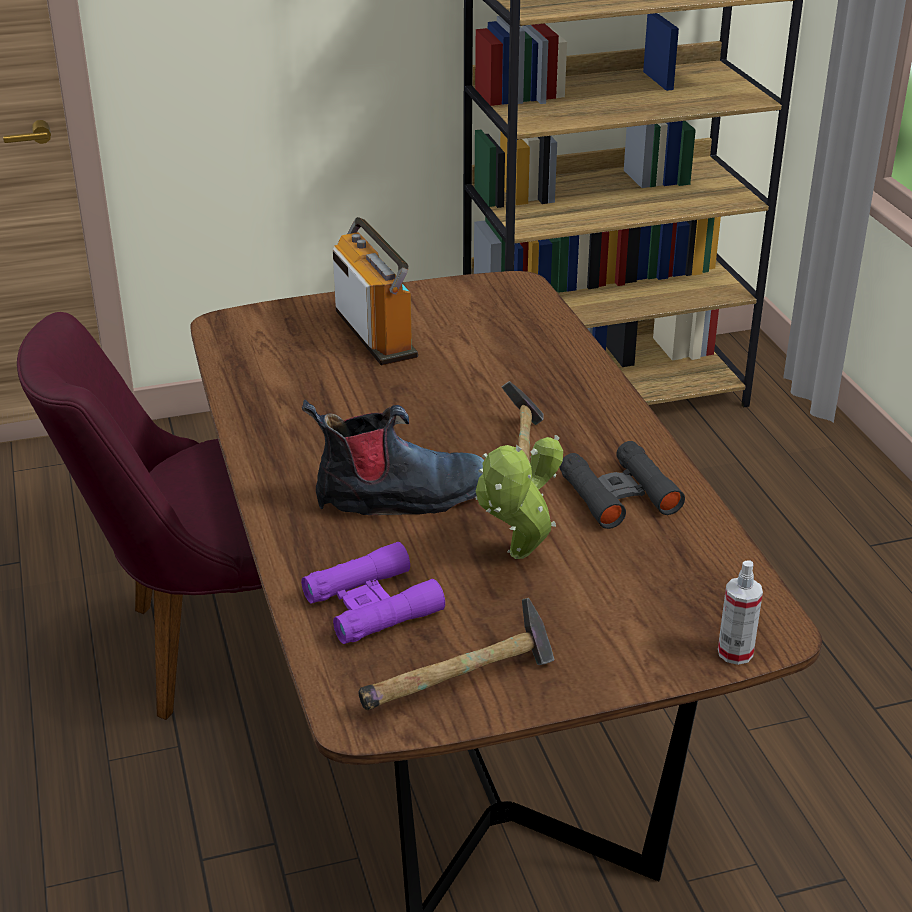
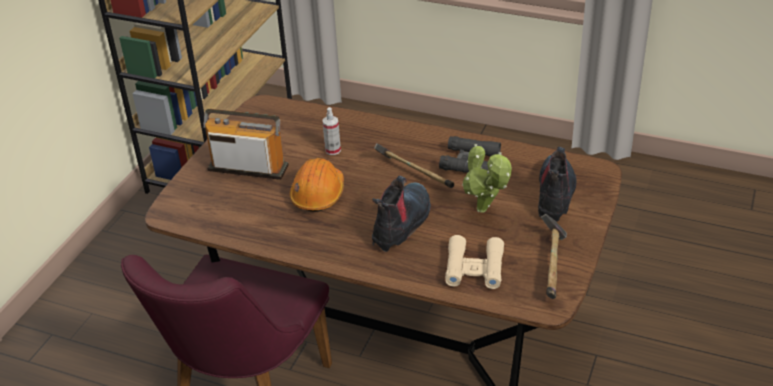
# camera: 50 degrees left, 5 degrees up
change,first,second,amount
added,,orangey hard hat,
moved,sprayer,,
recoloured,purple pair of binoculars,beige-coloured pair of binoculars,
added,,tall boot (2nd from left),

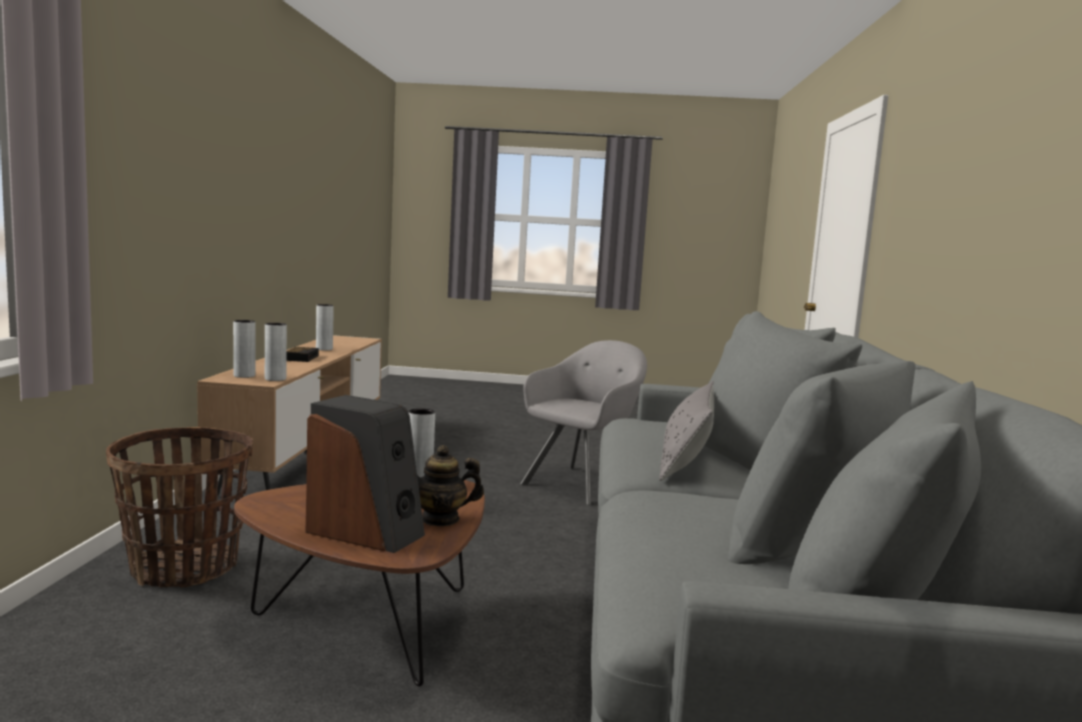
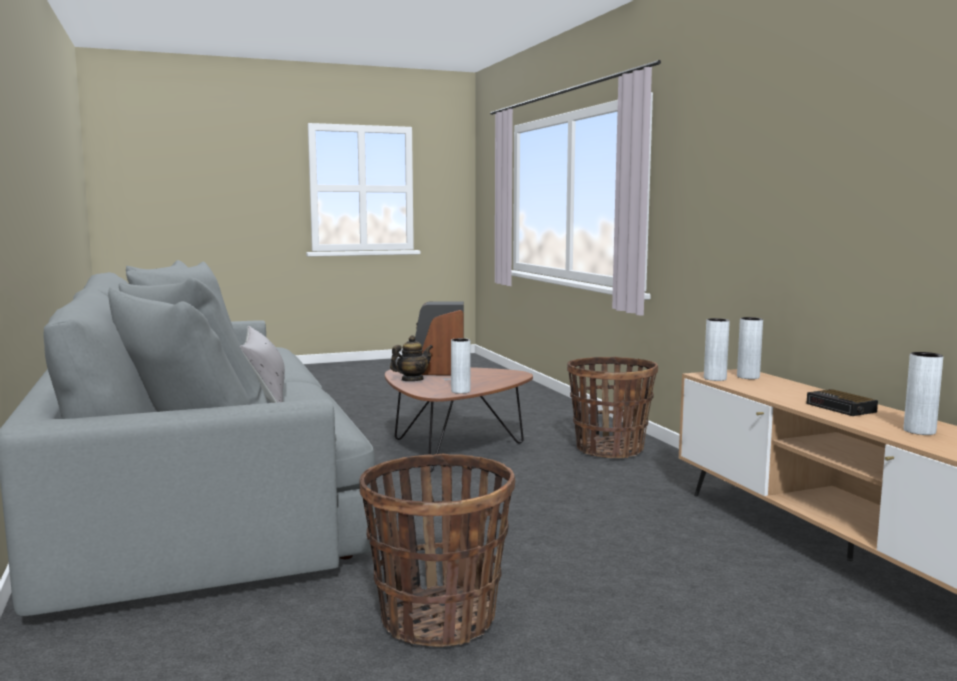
# camera: 155 degrees right, 0 degrees up
change,first,second,amount
replaced,grey lounge chair,storage basket (1st from left),

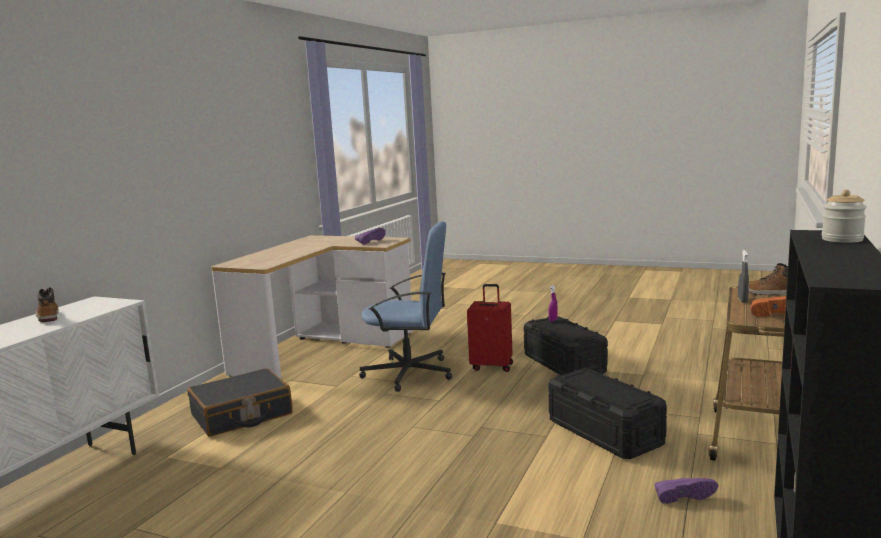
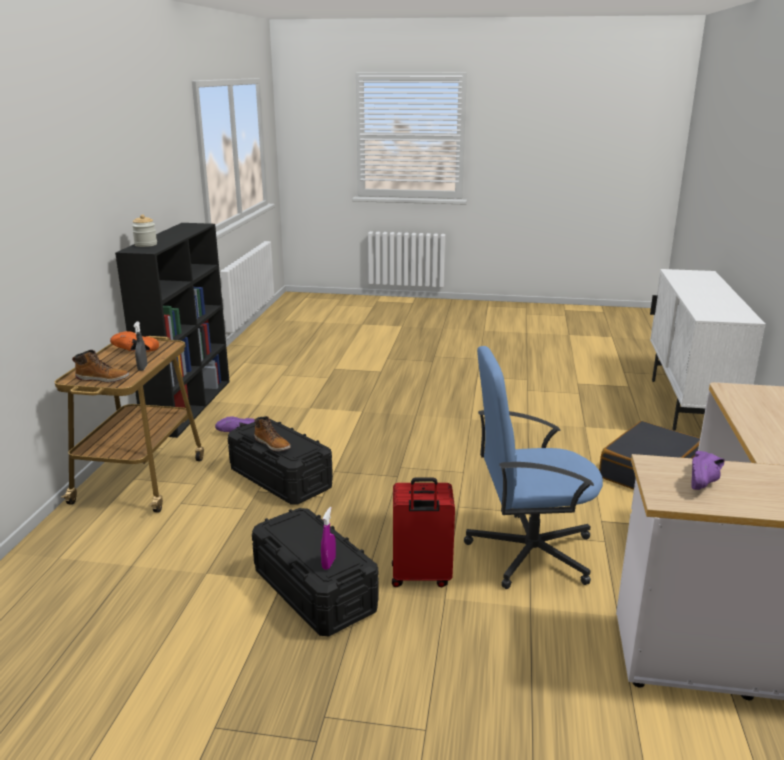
# camera: 165 degrees right, 10 degrees up
change,first,second,amount
moved,tall boot (1st from left in the first image),tall boot (2nd from left),

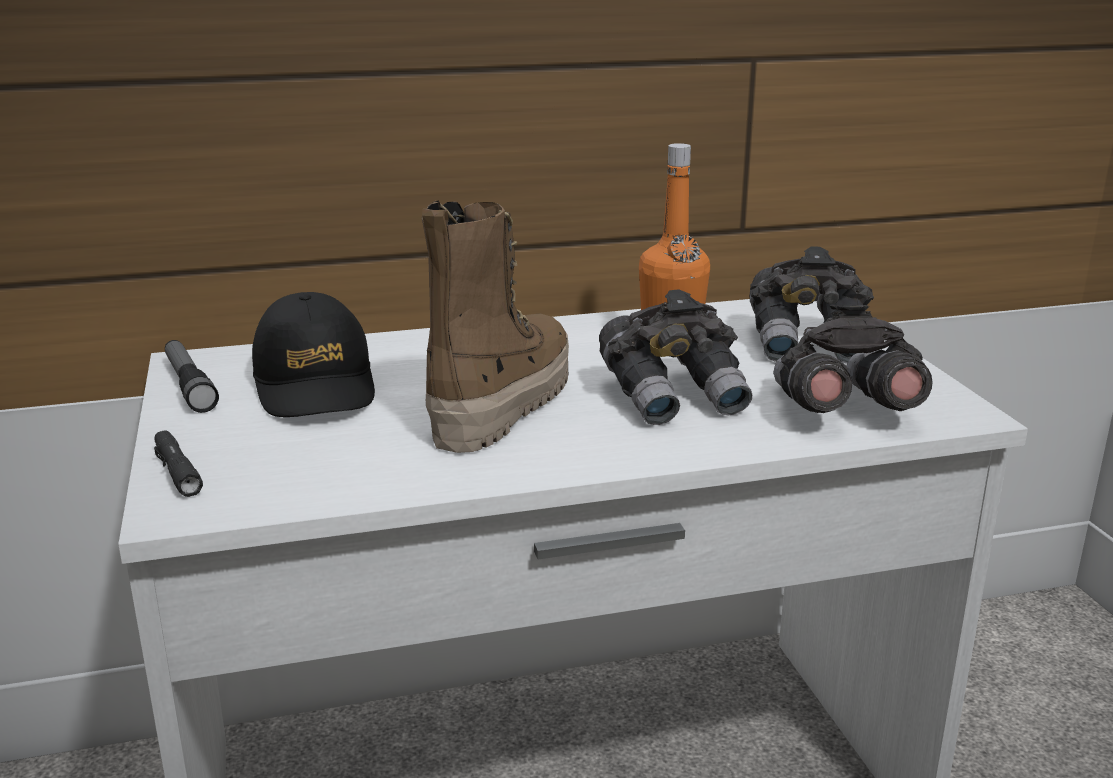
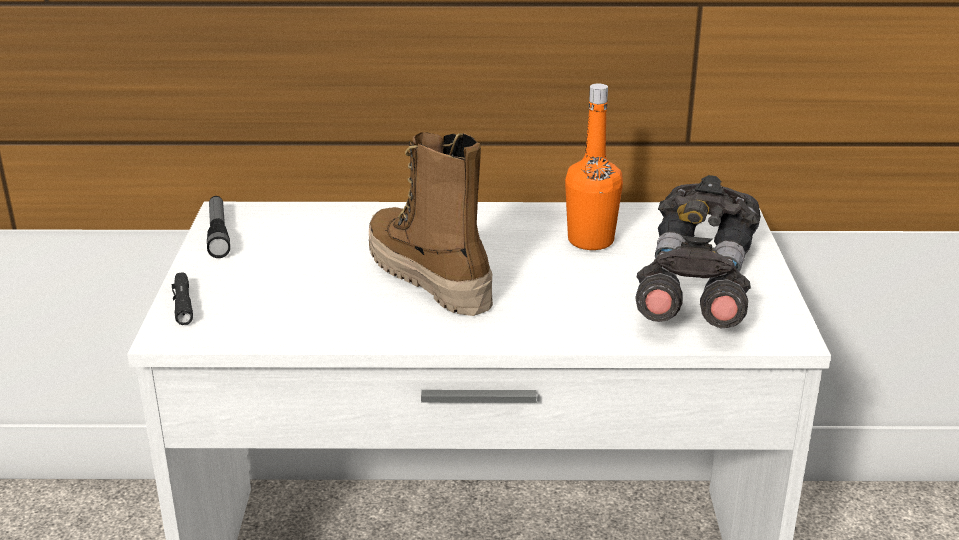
# camera: 15 degrees right, 5 degrees up
change,first,second,amount
turned,tall boot,,75 degrees counterclockwise
removed,black-coloured cap,,
removed,grey pair of binoculars (1st from left),,

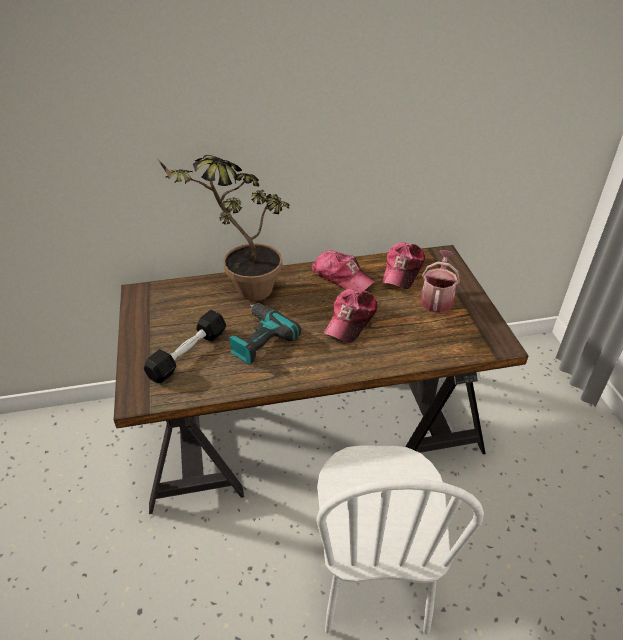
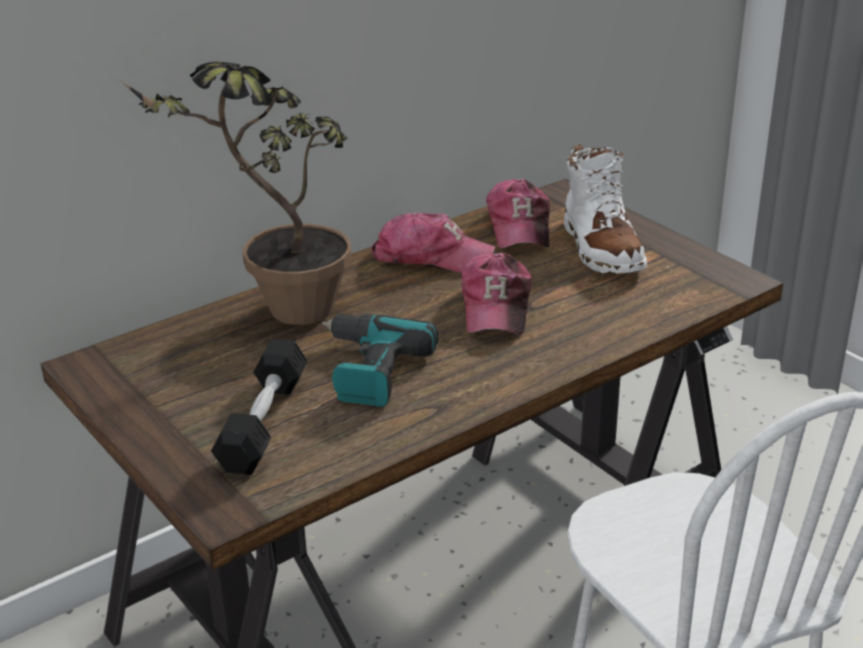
# camera: 25 degrees left, 10 degrees down
change,first,second,amount
replaced,watering can,white-coloured tall boot,

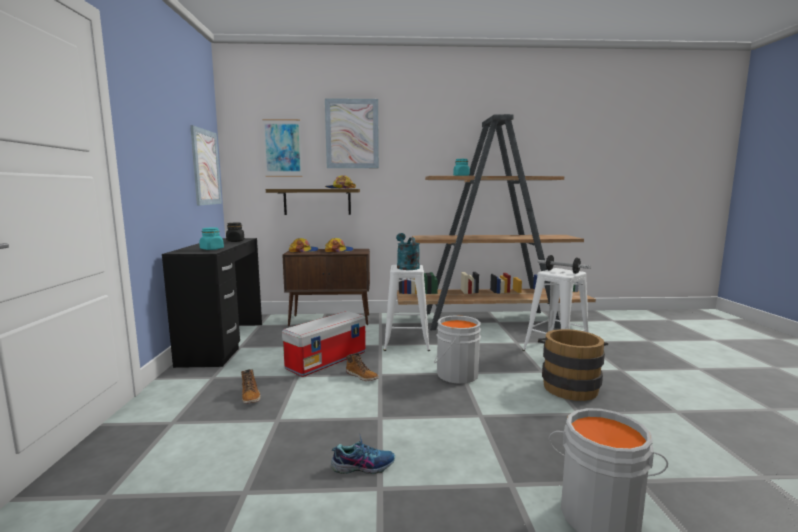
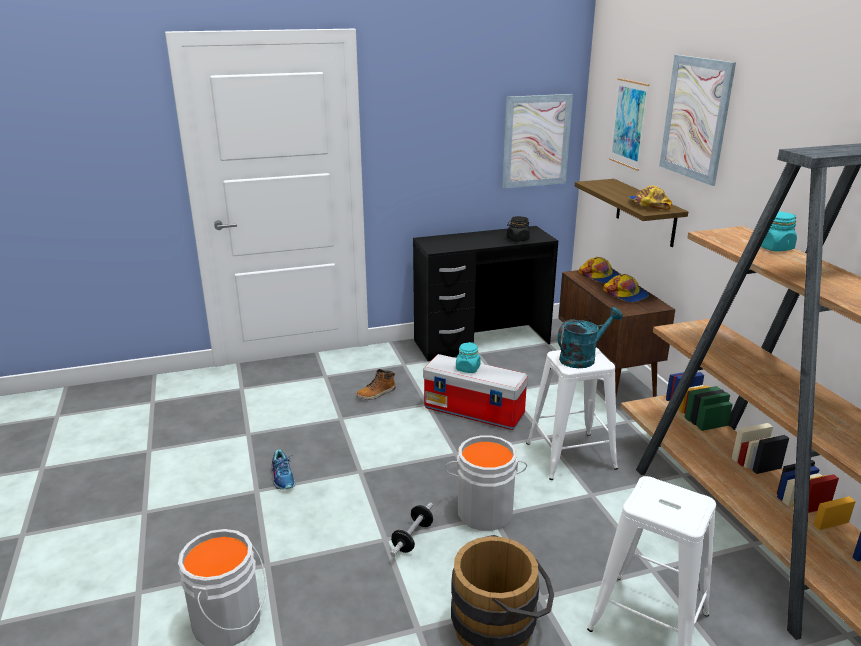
# camera: 75 degrees right, 15 degrees up
change,first,second,amount
moved,dumbbell,,
moved,turquoise-coloured storage jar (1st from left),,
removed,tall boot (2nd from left),,

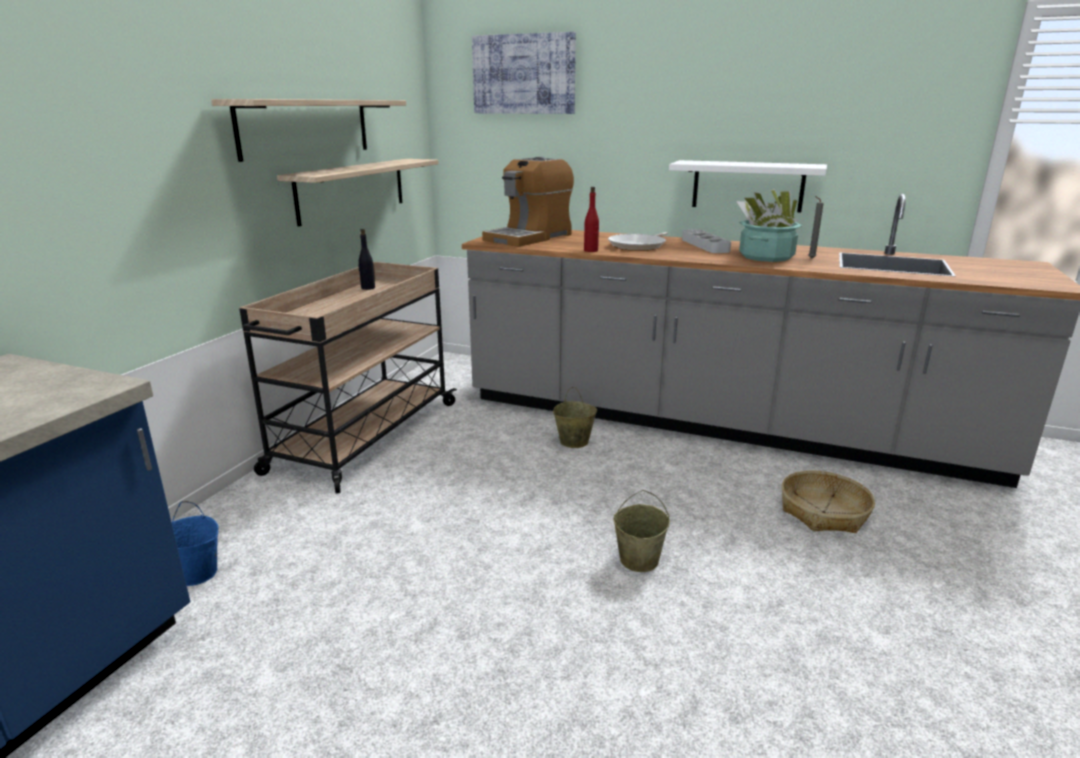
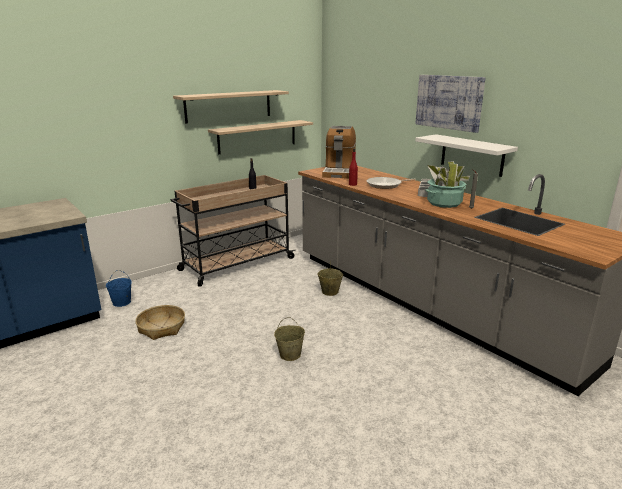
# camera: 30 degrees right, 0 degrees up
change,first,second,amount
moved,storage basket,,
turned,coffee brewer,,60 degrees counterclockwise
moved,picture,,

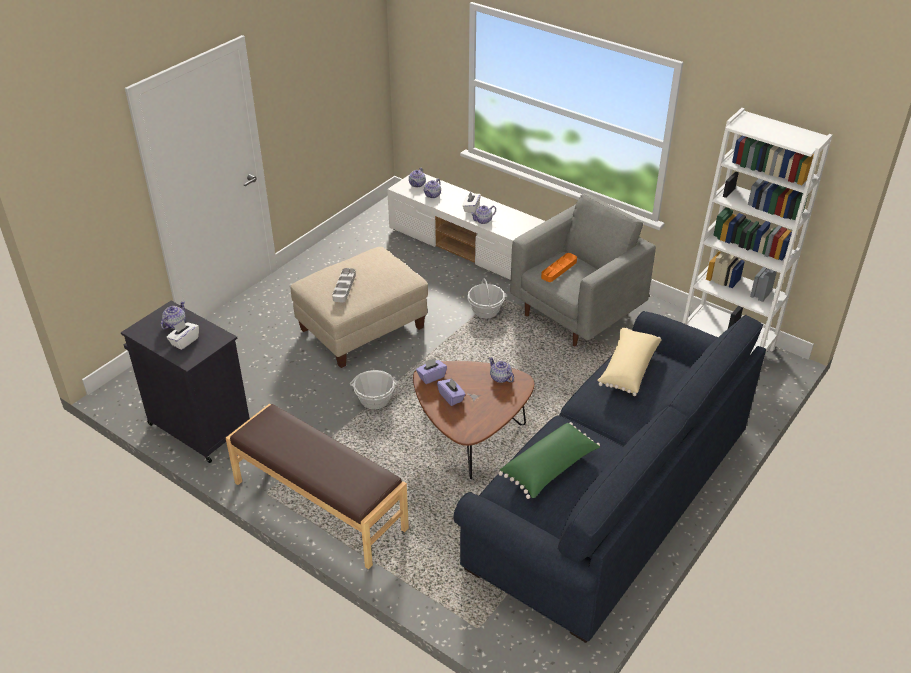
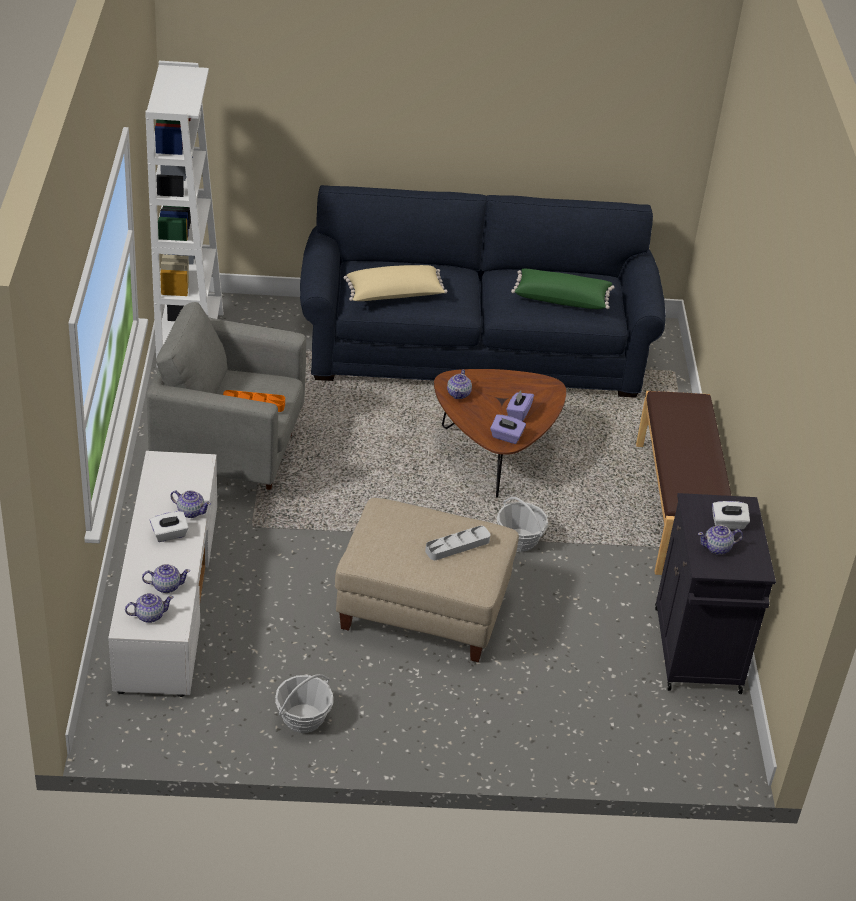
# camera: 130 degrees left, 0 degrees up
change,first,second,amount
moved,storage basket (2nd from left in the first image),storage basket (1st from left),

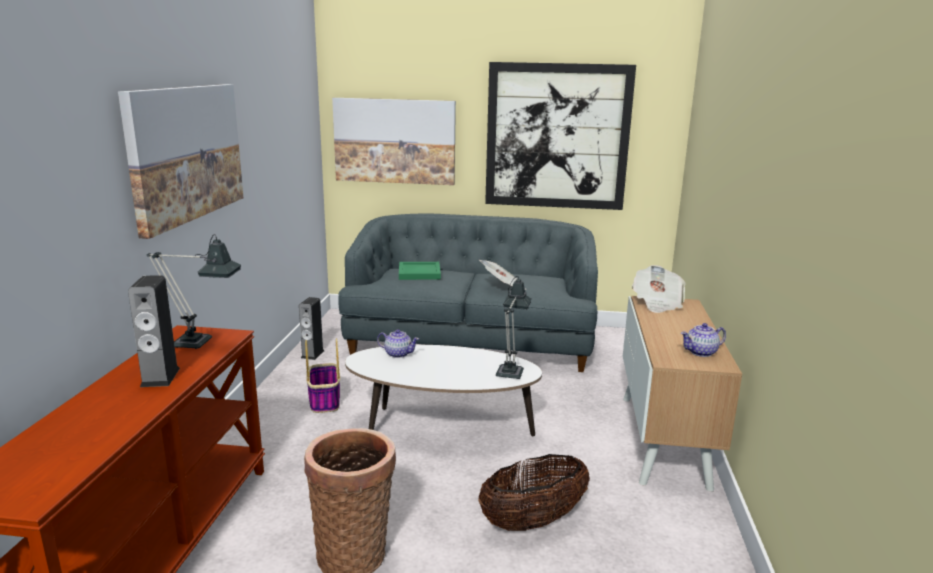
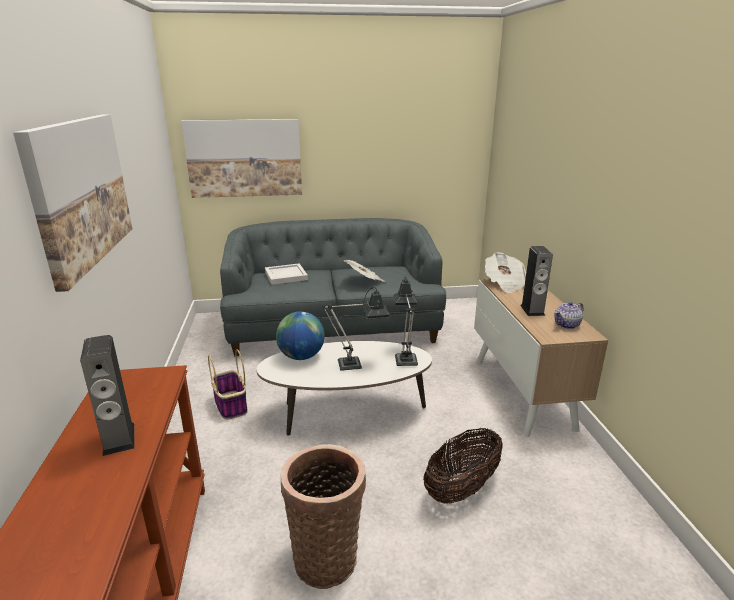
# camera: 15 degrees left, 5 degrees up
change,first,second,amount
recoloured,green-coloured carrying tray,white-coloured carrying tray,
replaced,teapot (1st from left),world globe,
moved,lamp for a table (1st from left),,
moved,audio speaker (2nd from left),,
removed,picture (3rd from left),,

